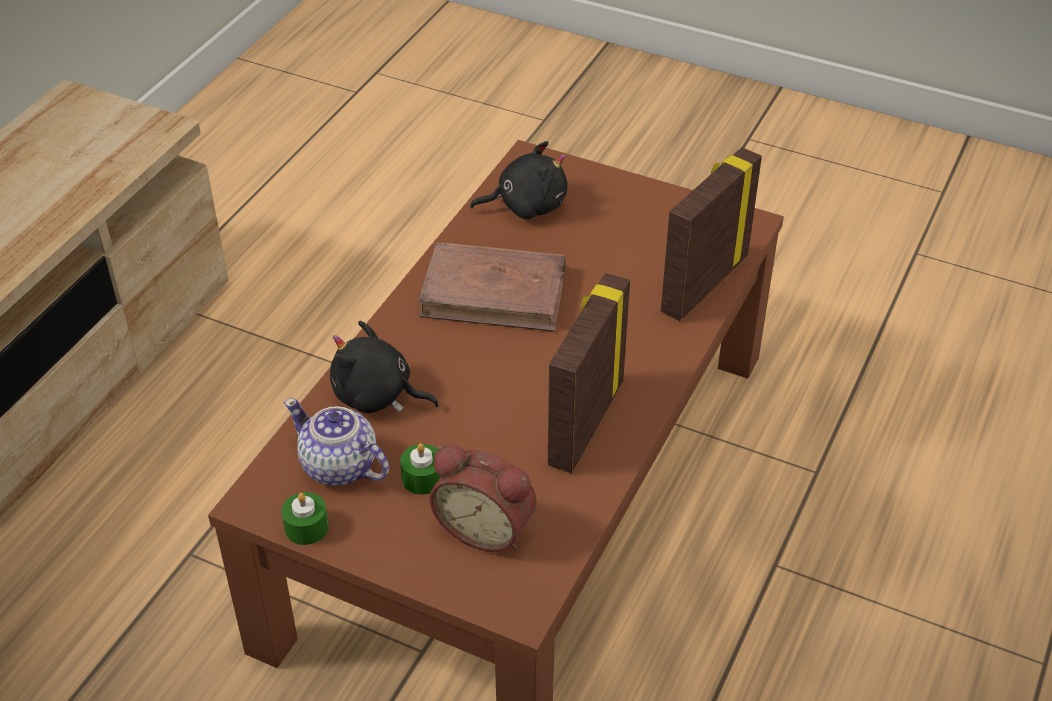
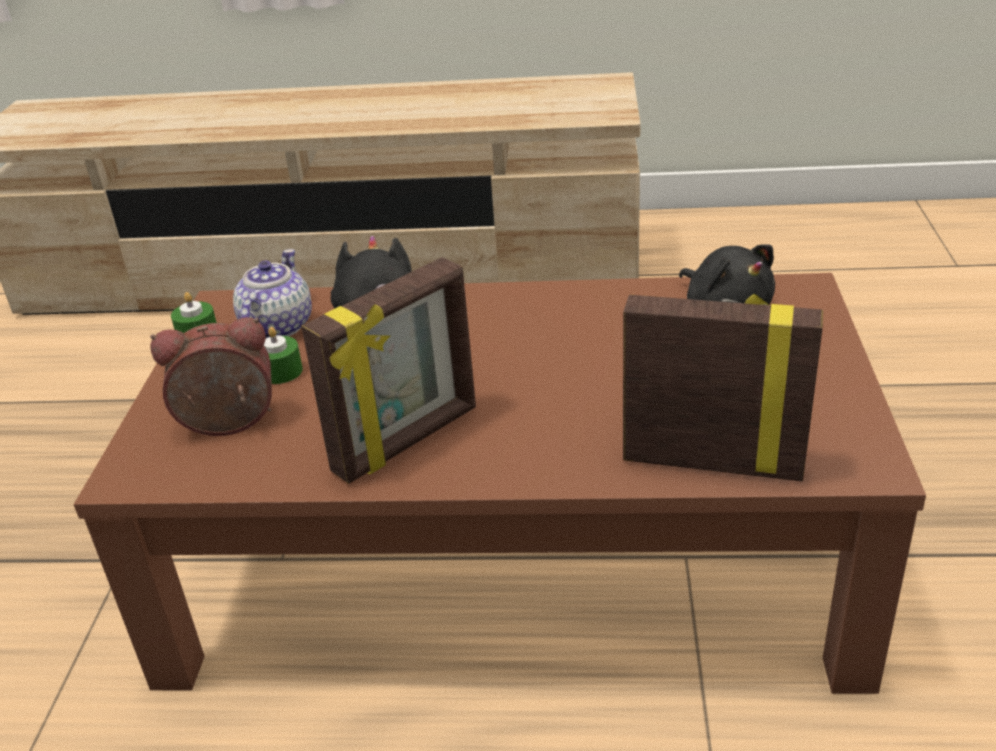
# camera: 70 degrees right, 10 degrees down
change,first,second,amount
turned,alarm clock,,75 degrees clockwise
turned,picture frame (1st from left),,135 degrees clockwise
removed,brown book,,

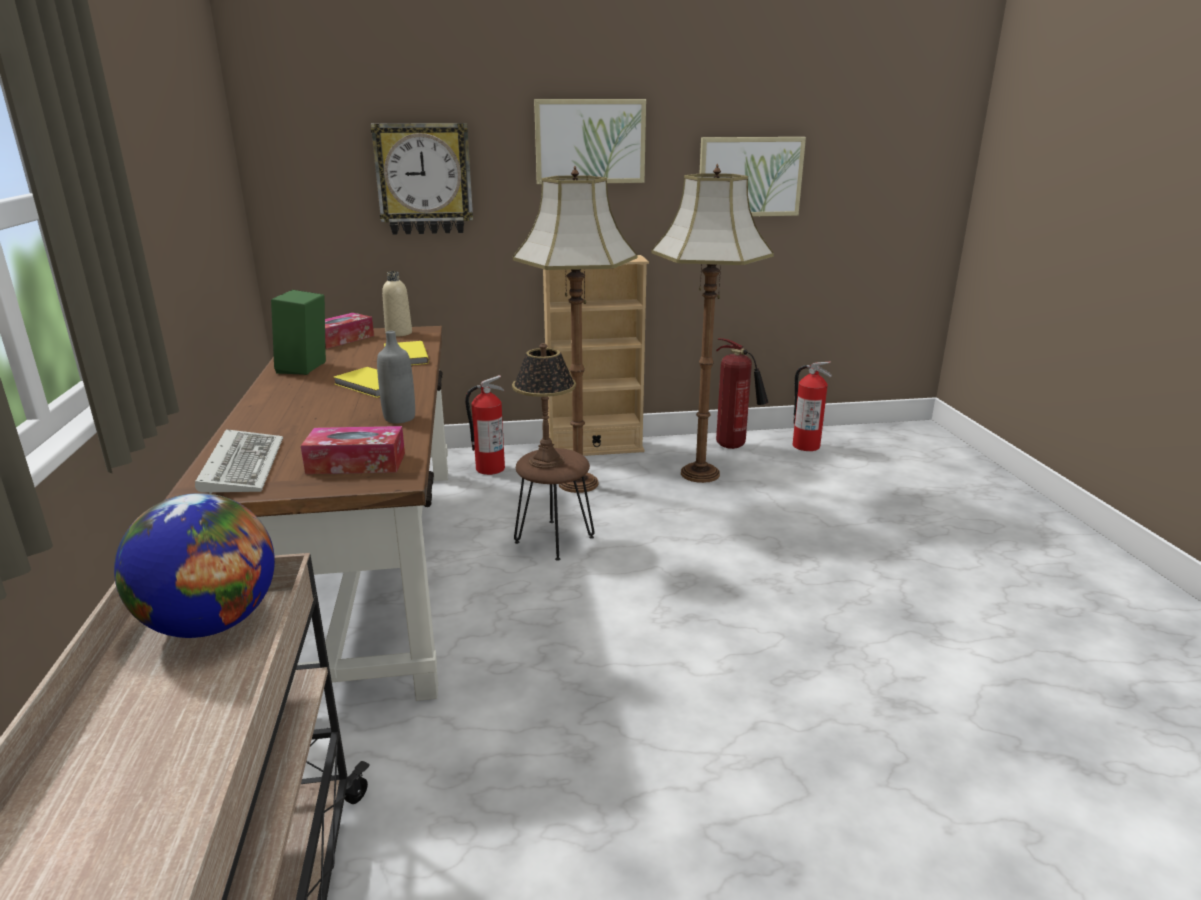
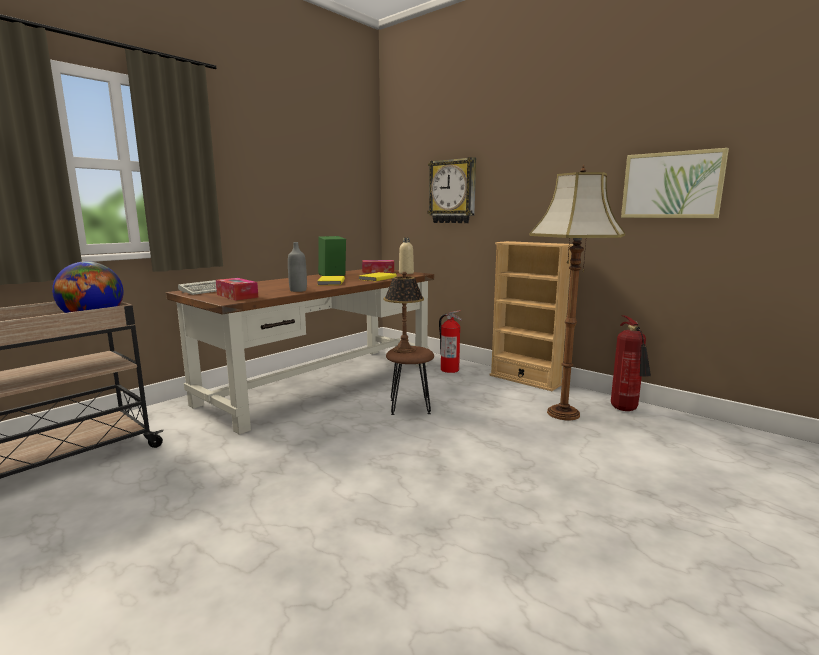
# camera: 50 degrees right, 10 degrees down
change,first,second,amount
removed,standard lamp (1st from left),,
removed,picture (1st from left),,
removed,extinguisher (3rd from left),,

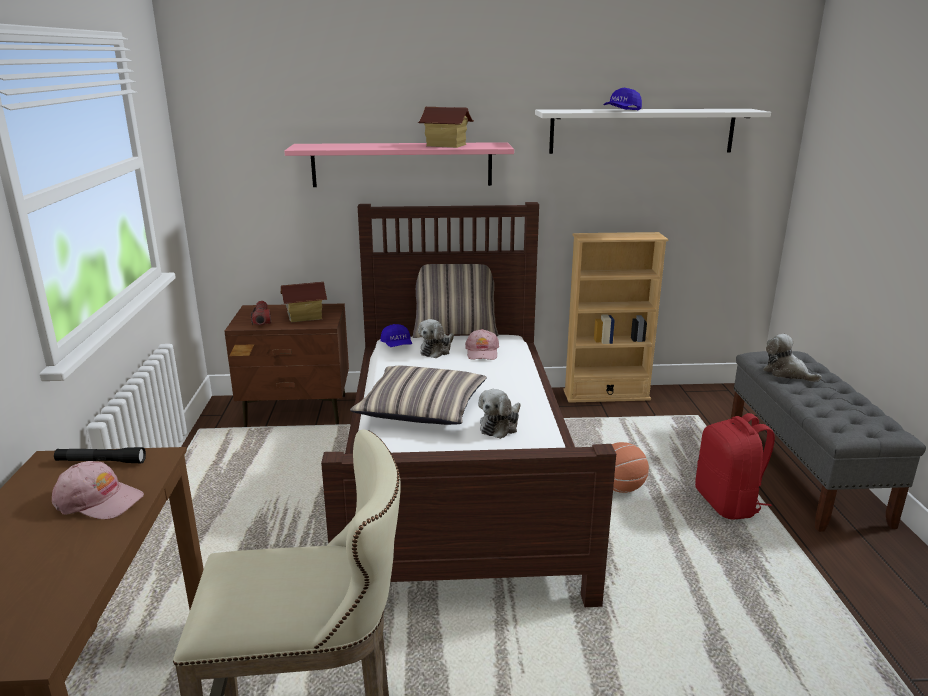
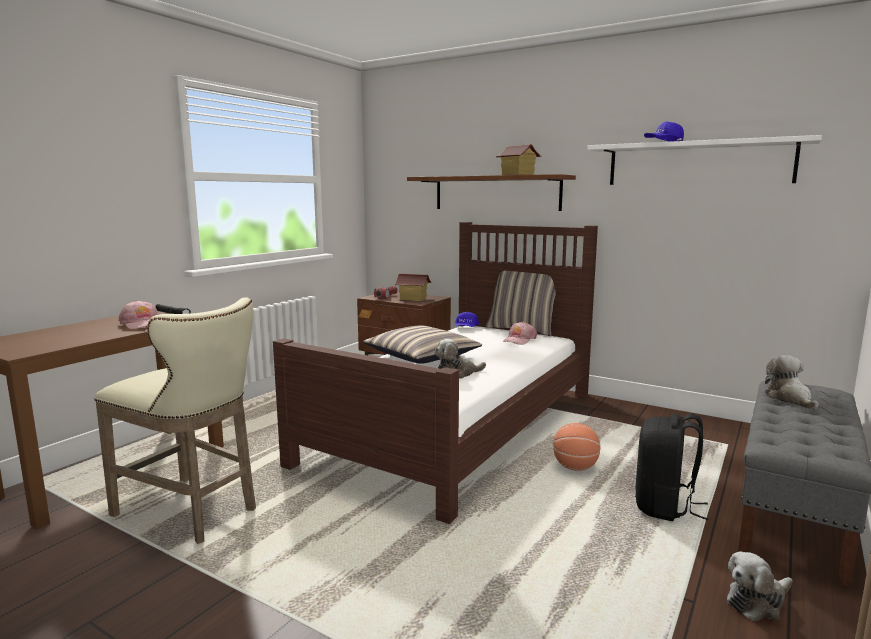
# camera: 35 degrees right, 10 degrees down
change,first,second,amount
recoloured,pinkish bracket shelf,brown bracket shelf,
recoloured,red rucksack,black-coloured rucksack,
moved,plush toy (1st from left in the first image),plush toy (2nd from left),
removed,beige-coloured bookshelf,,

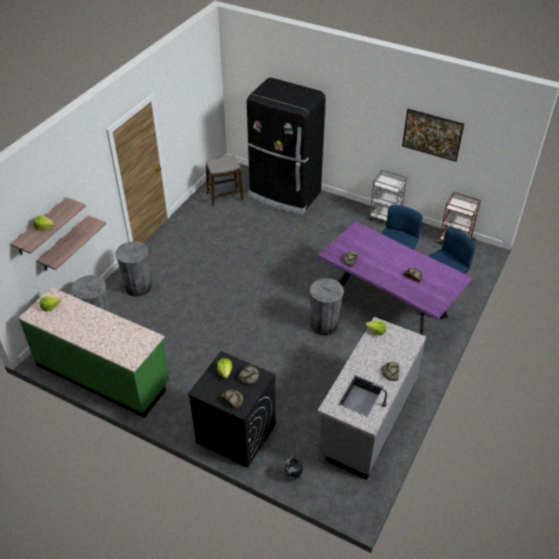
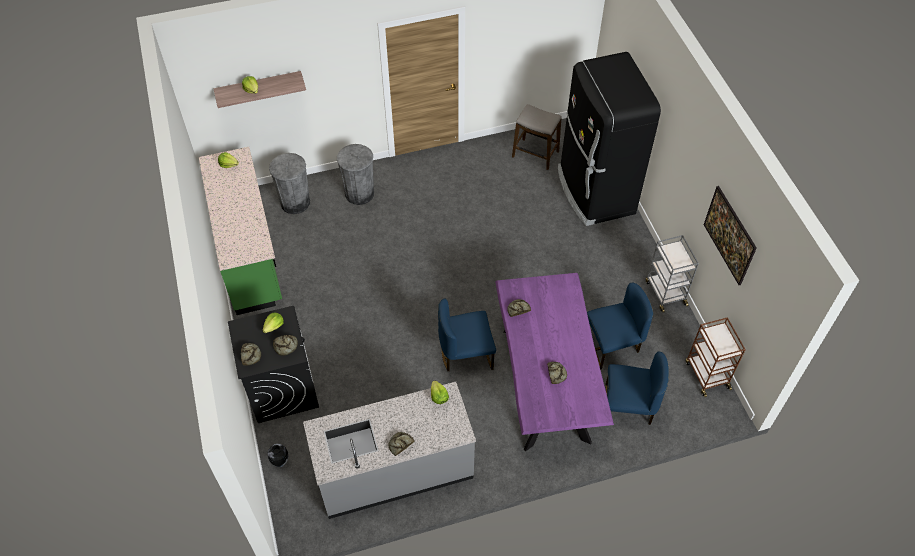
# camera: 45 degrees right, 10 degrees up
change,first,second,amount
replaced,grey rubbish bin (3rd from left),blue-coloured upright chair (1st from left),
removed,bracket shelf (2nd from left),,

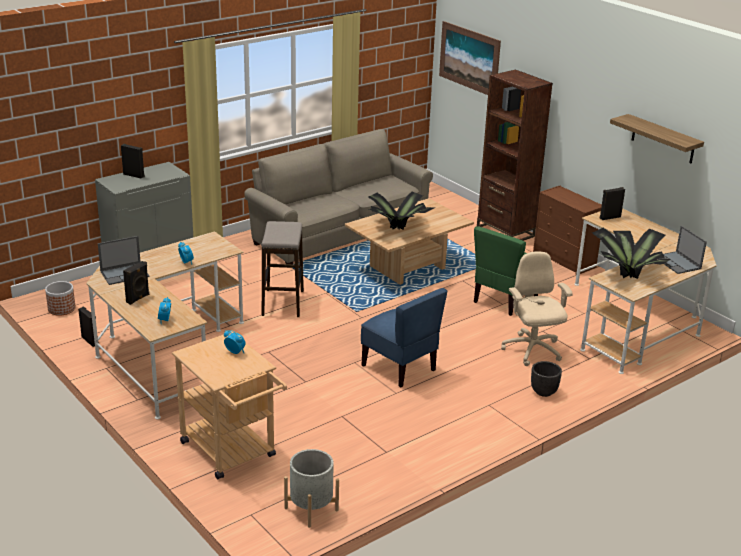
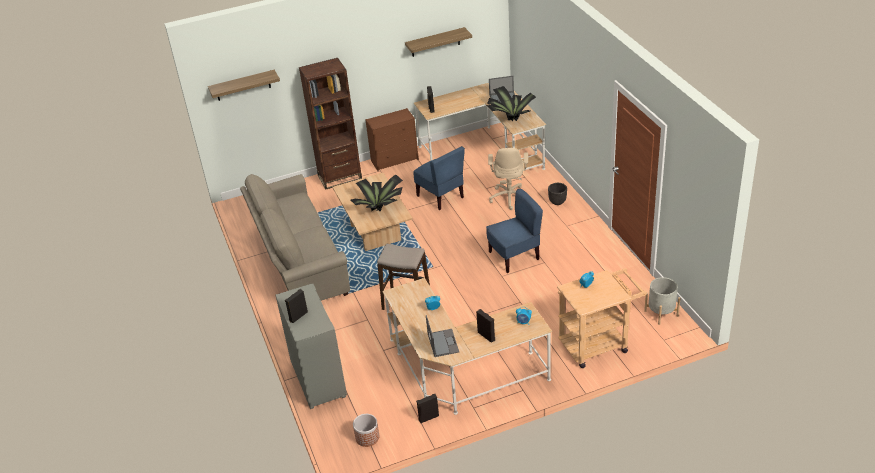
# camera: 70 degrees left, 10 degrees up
change,first,second,amount
replaced,picture,bracket shelf (1st from left),
recoloured,green-coloured upright chair,blue-coloured upright chair (1st from left),
turned,beige-coloured desk chair,,90 degrees counterclockwise

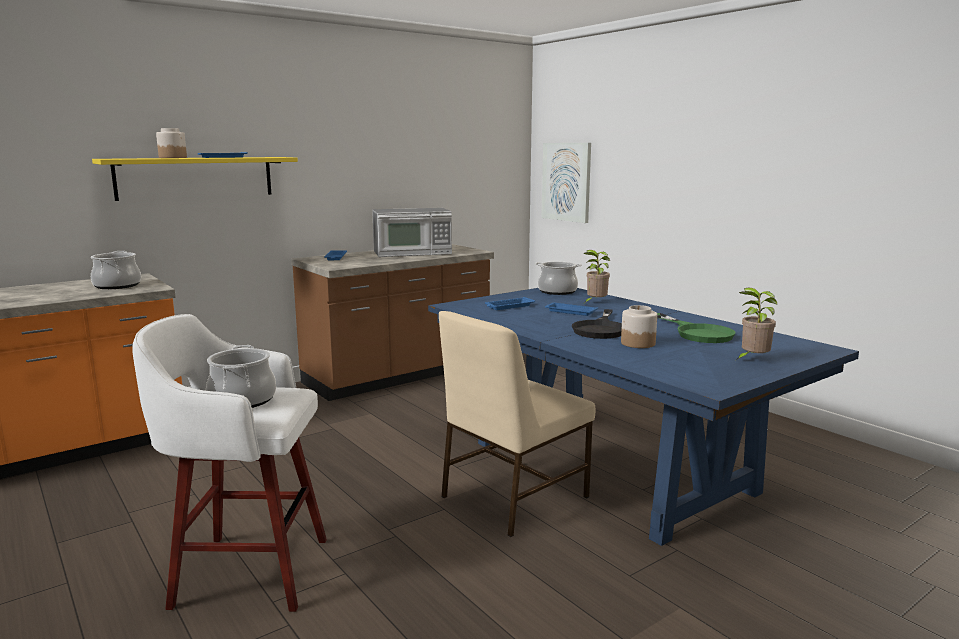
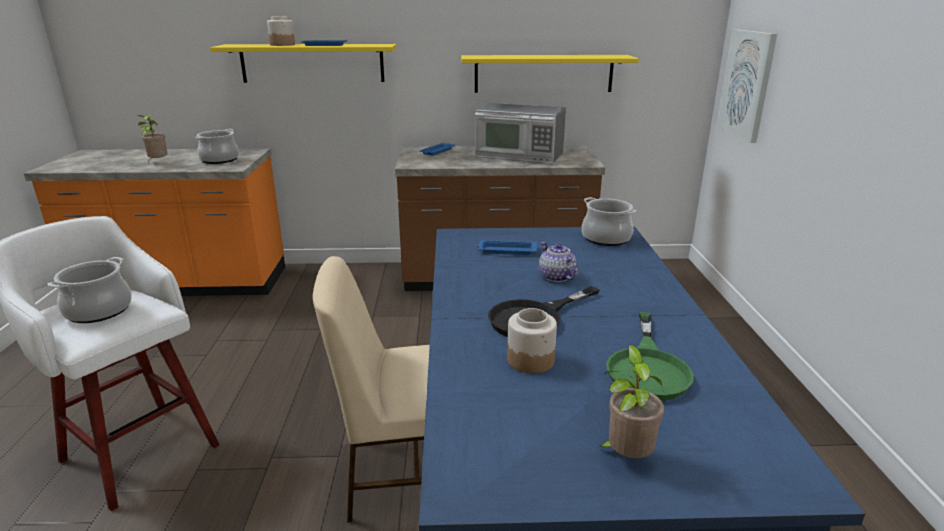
# camera: 35 degrees right, 10 degrees up
change,first,second,amount
moved,houseplant (1st from left),,
added,,yellowish bracket shelf (2nd from left),
replaced,blue-coloured carrying tray (4th from left),teapot,

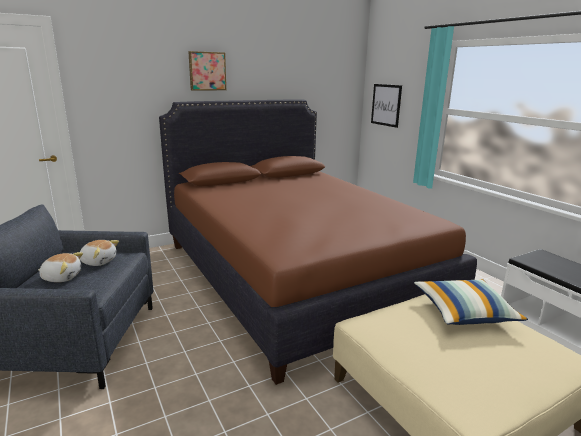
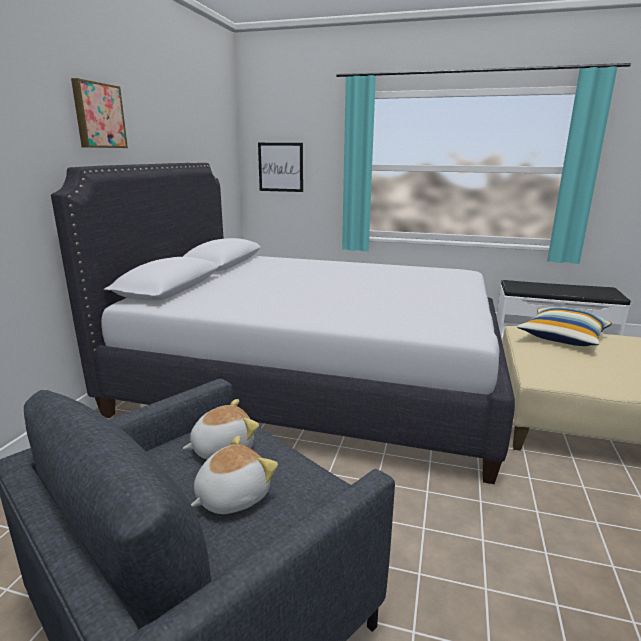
# camera: 45 degrees left, 0 degrees up
change,first,second,amount
recoloured,brown bed,white-coloured bed,

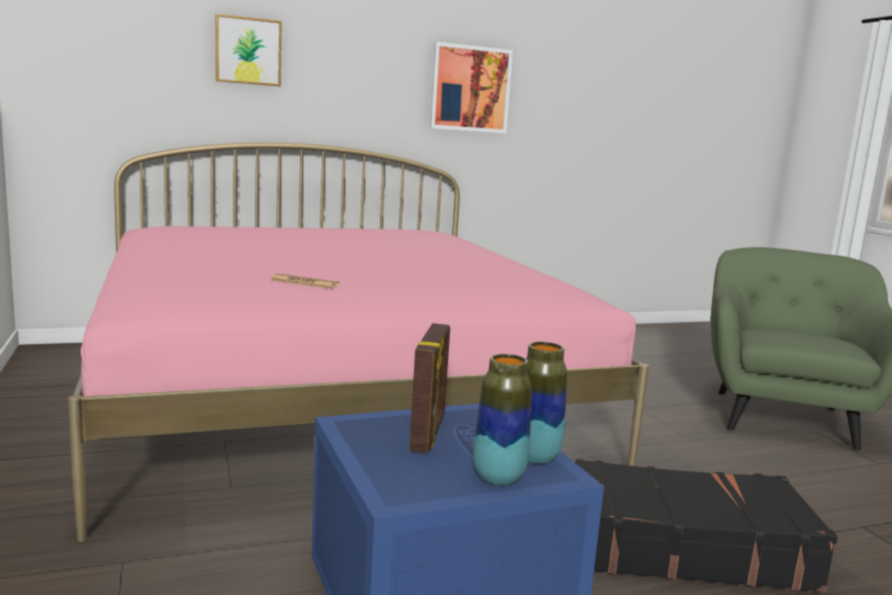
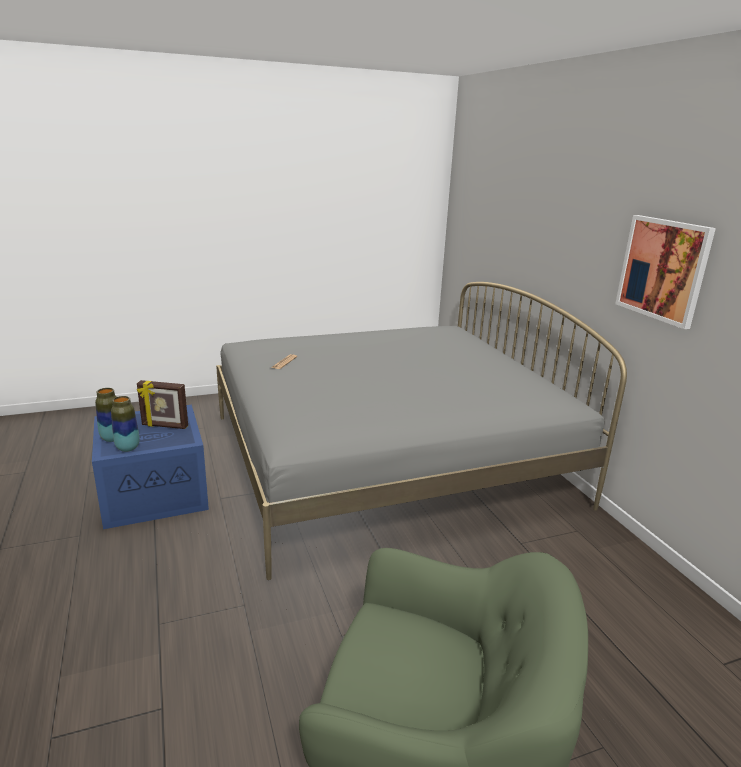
# camera: 90 degrees right, 10 degrees up
change,first,second,amount
recoloured,pinkish bed,grey bed,
removed,picture (1st from left),,
removed,black-coloured travel case,,

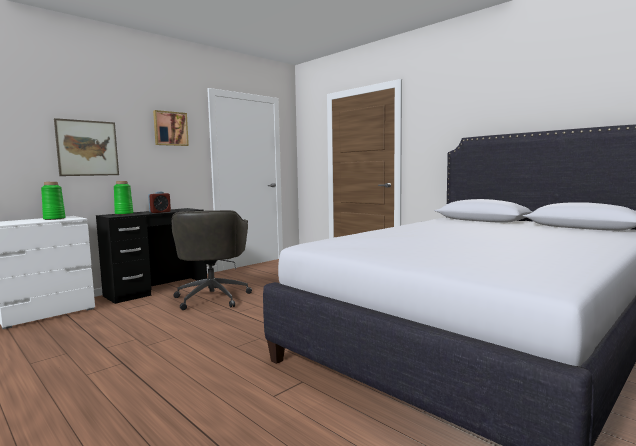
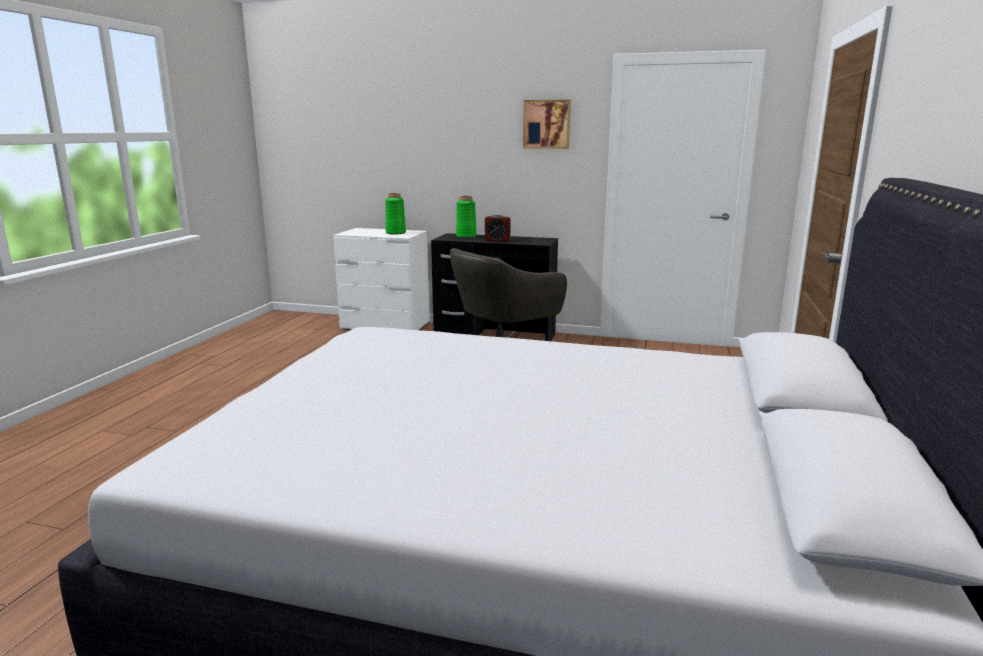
# camera: 60 degrees right, 10 degrees up
change,first,second,amount
removed,picture (1st from left),,

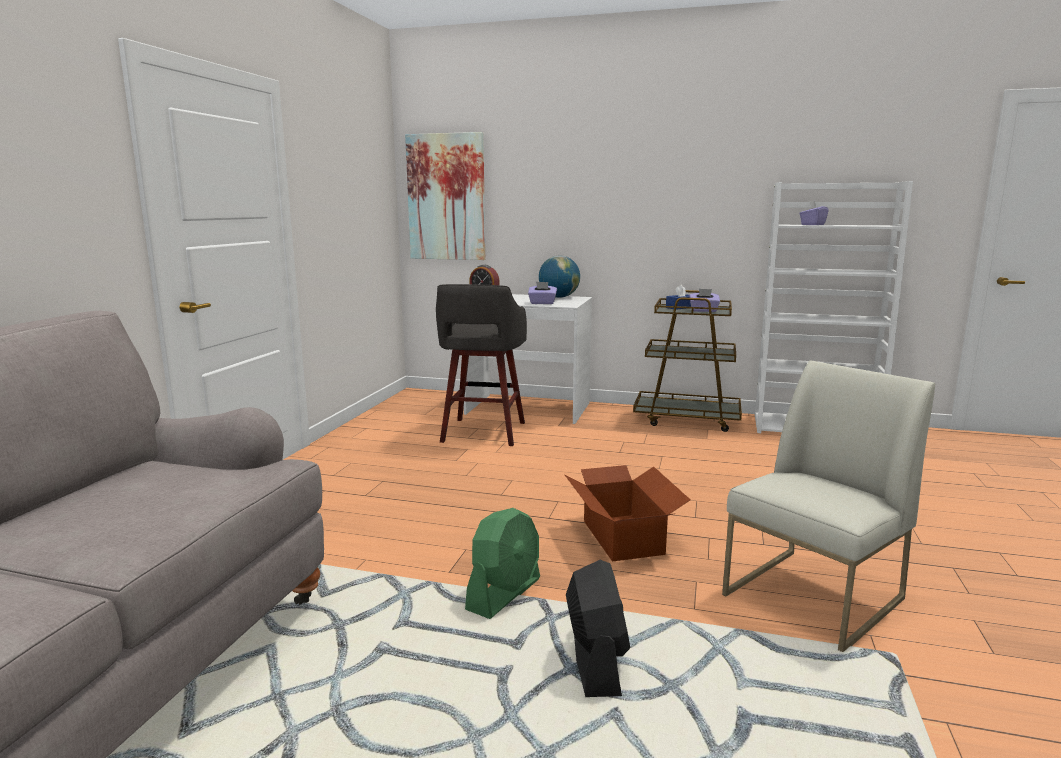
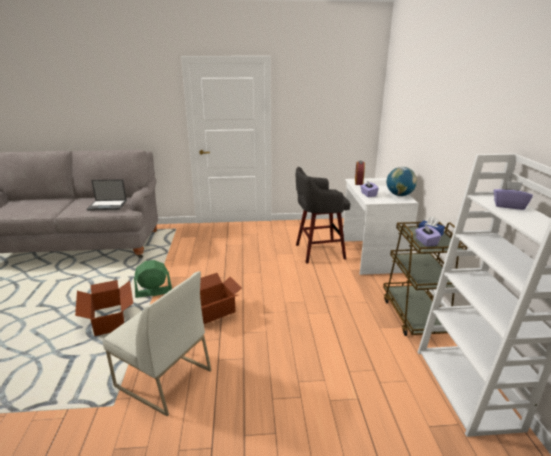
# camera: 70 degrees right, 10 degrees up
change,first,second,amount
replaced,black-coloured cooling fan,cardboard box (1st from left),
added,,notebook computer,
turned,green-coloured cooling fan,,150 degrees clockwise
removed,picture,,

